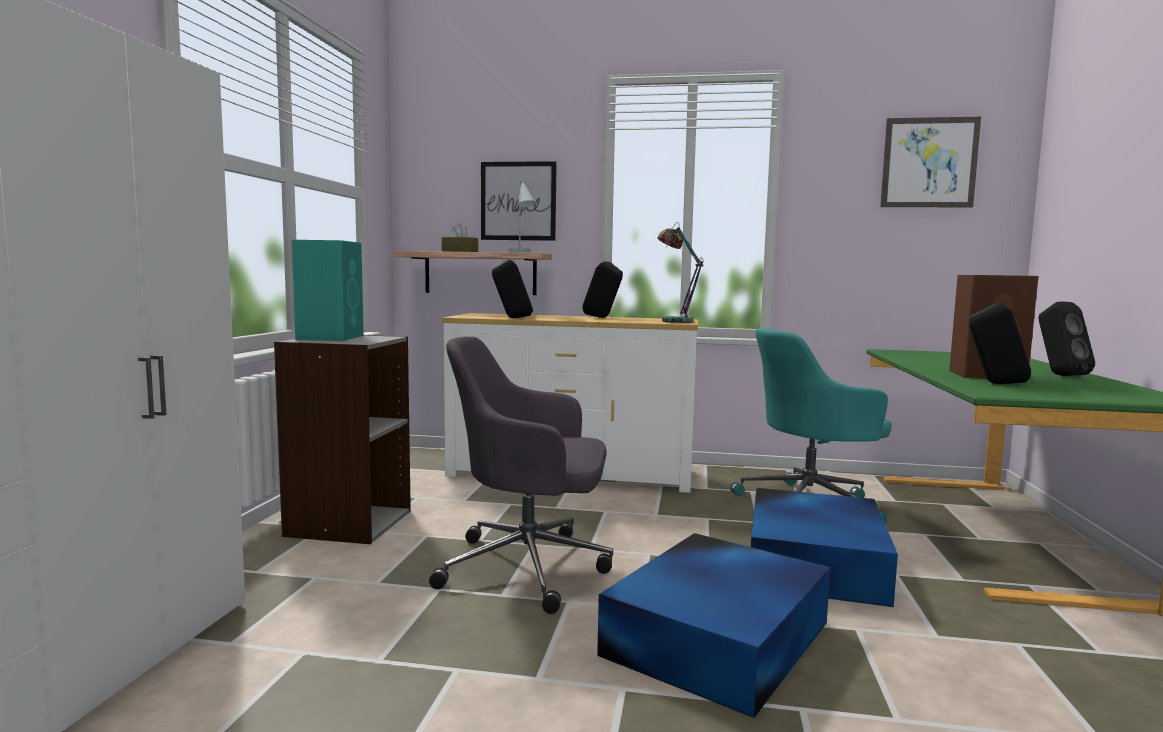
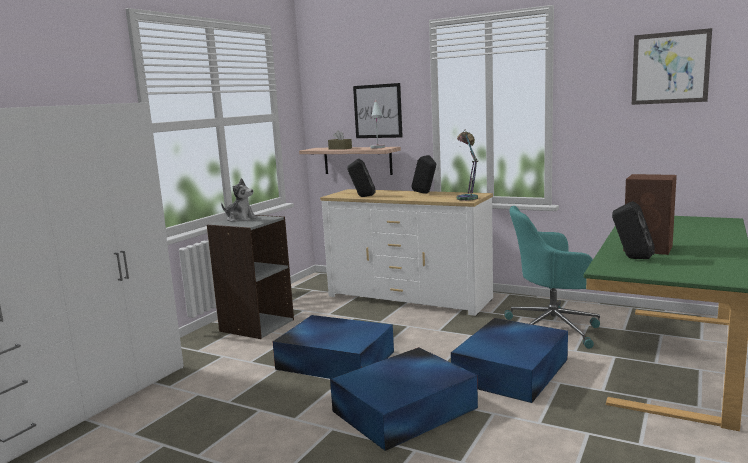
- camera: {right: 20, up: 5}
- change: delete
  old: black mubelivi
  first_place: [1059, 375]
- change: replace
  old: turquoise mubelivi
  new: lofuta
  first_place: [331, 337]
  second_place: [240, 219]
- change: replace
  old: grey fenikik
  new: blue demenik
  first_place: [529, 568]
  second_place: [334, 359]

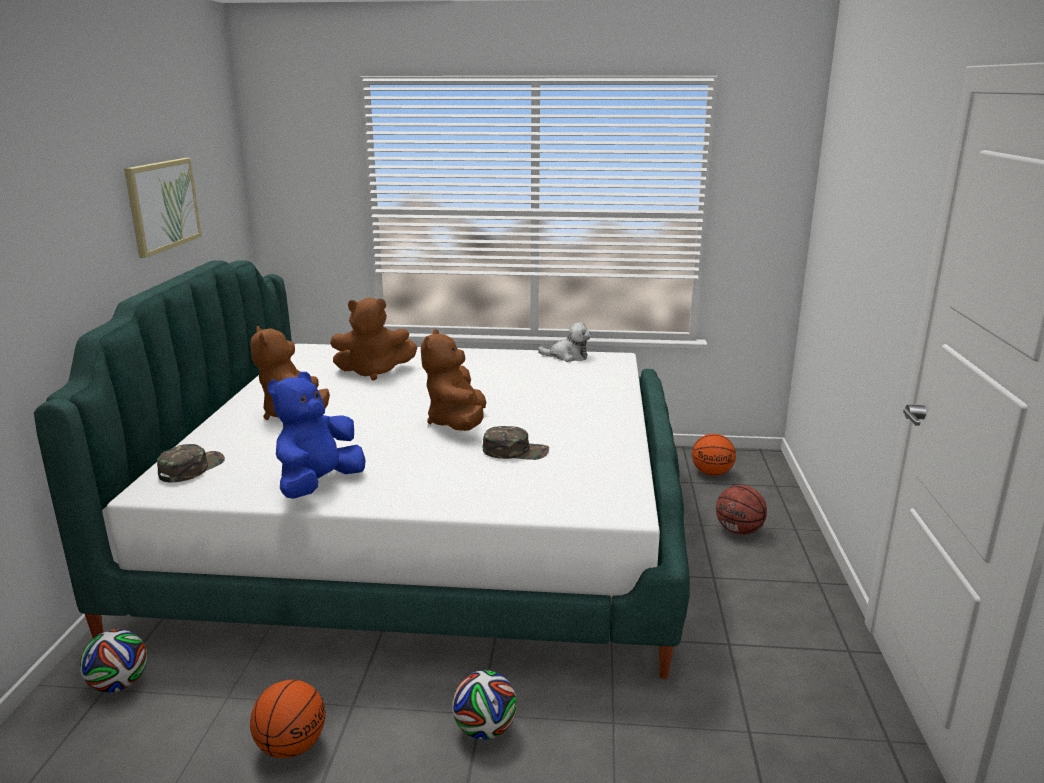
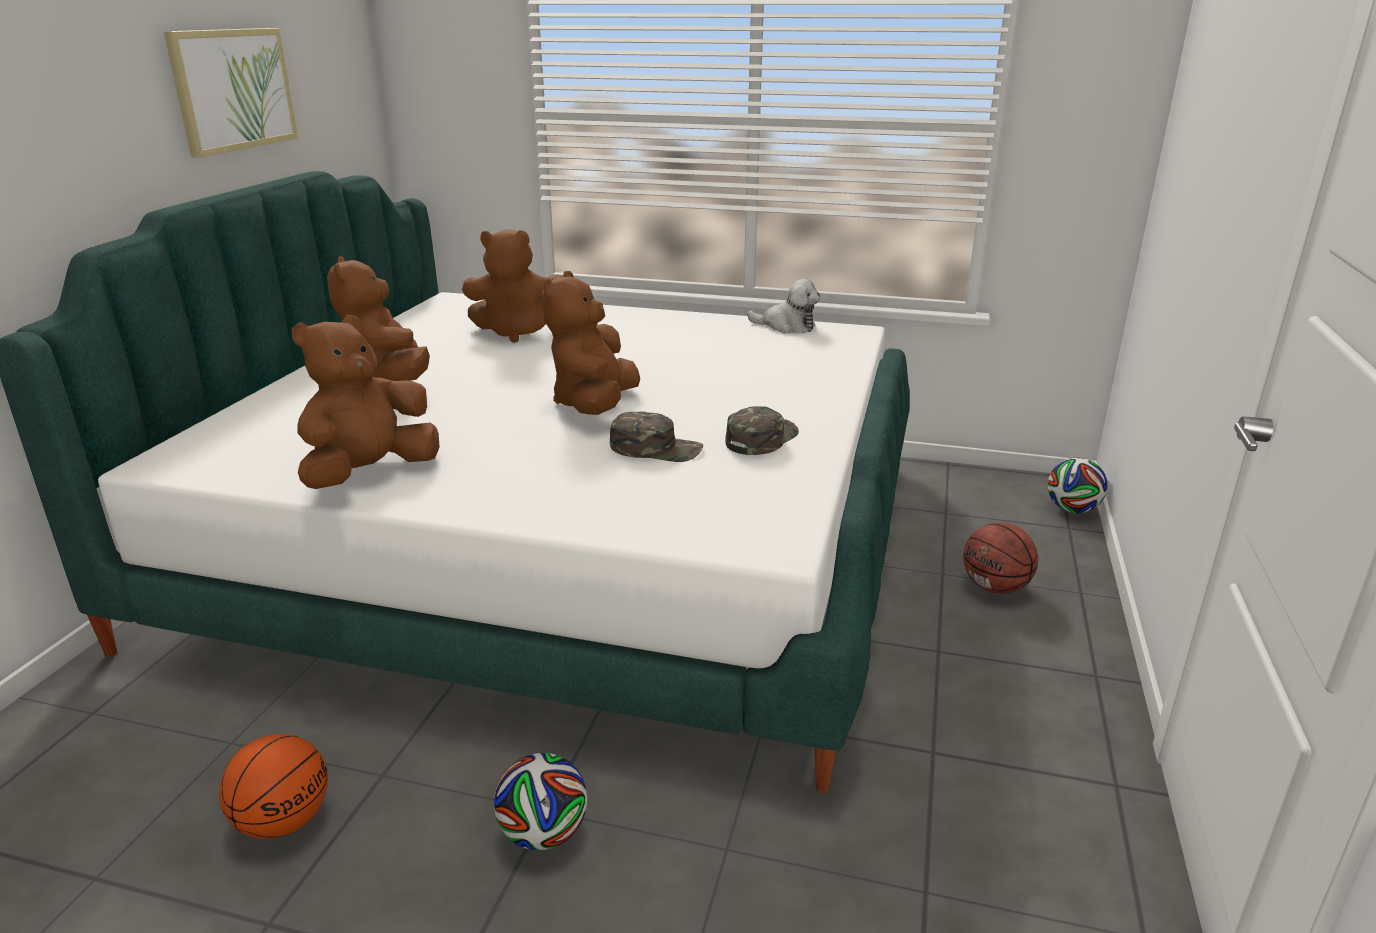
- camera: {right: 10, up: 5}
- change: delete
  old: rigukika
  first_place: [712, 473]
- change: move
  old: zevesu
  first_place: [119, 684]
  second_place: [1072, 509]
- change: move
  old: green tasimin
  first_place: [191, 468]
  second_place: [761, 438]
- change: recolor
  old: blue lofuta
  new: brown lofuta
  first_place: [318, 485]
  second_place: [370, 473]

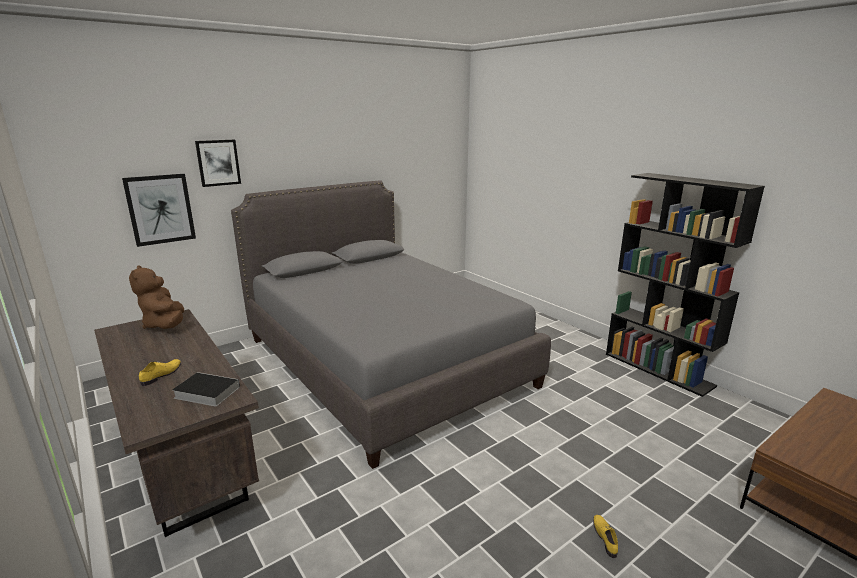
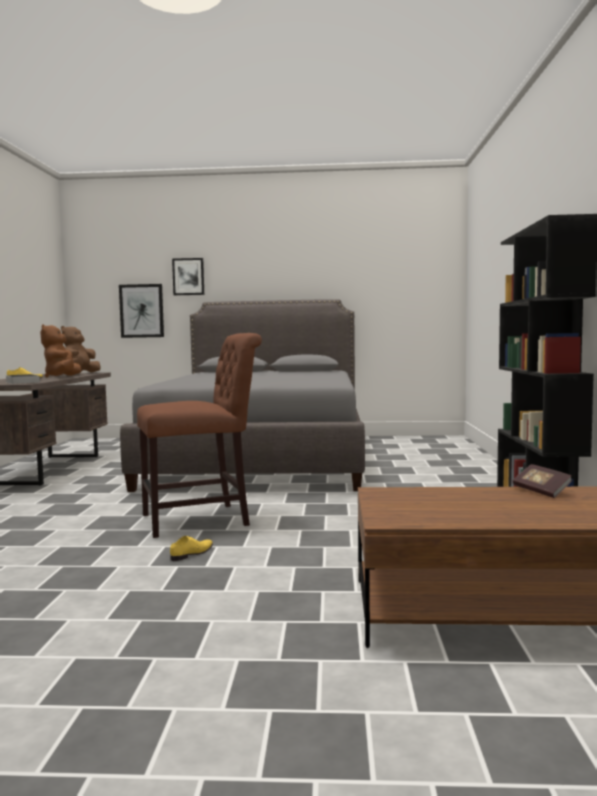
- camera: {right: 40, up: -15}
- change: insert
  new: brown lofuta
  second_place: [62, 377]
- change: insert
  new: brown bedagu
  second_place: [202, 519]
- change: insert
  new: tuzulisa
  second_place: [541, 491]

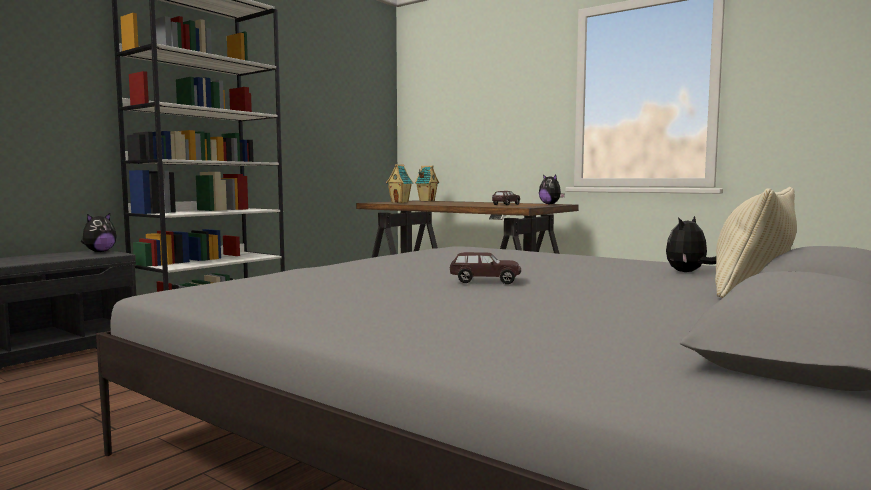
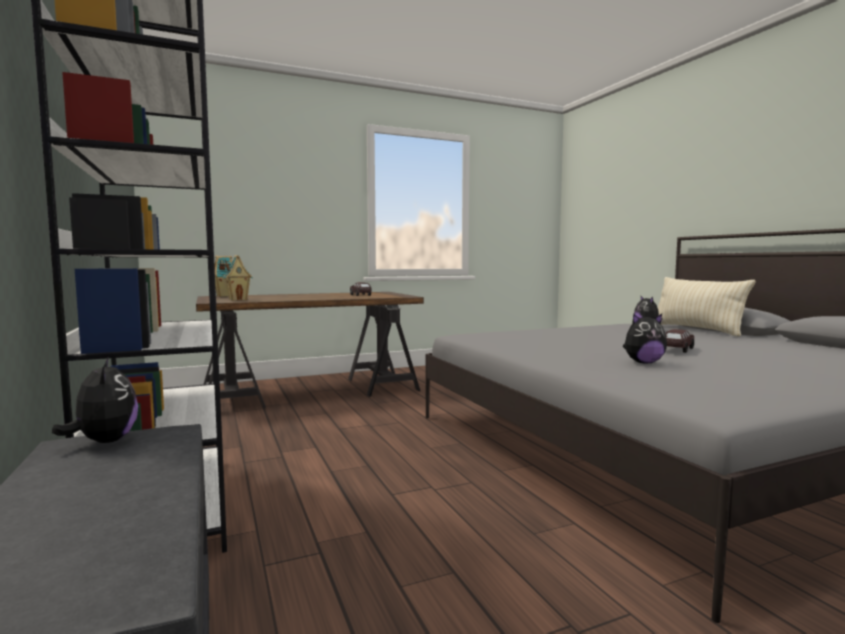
- camera: {right: -60, up: 0}
- change: move
  old: lofuta
  first_place: [550, 204]
  second_place: [643, 363]

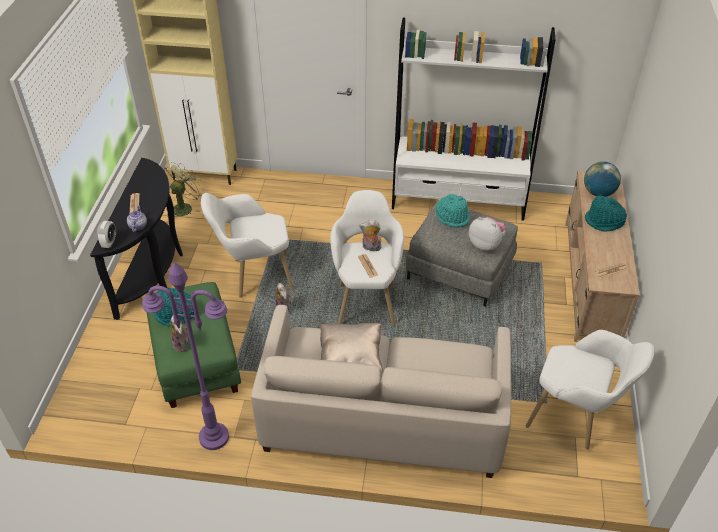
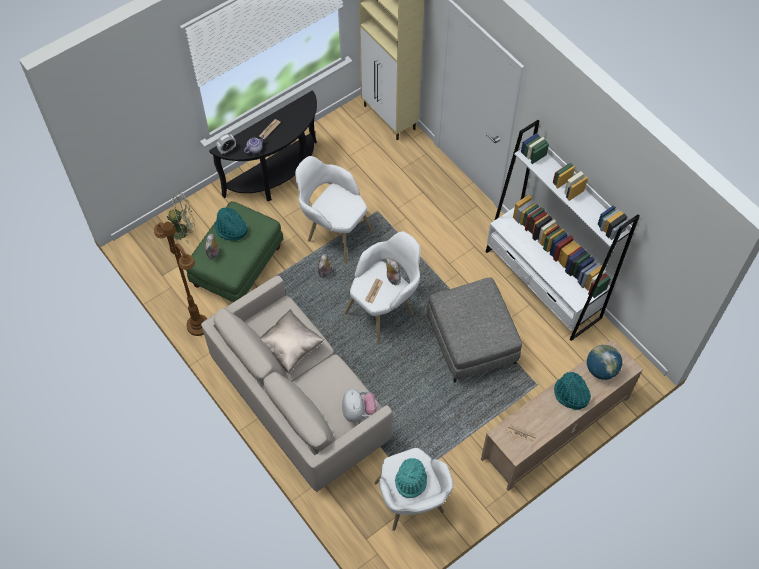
- camera: {right: 45, up: 15}
- change: move
  old: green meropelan
  first_place: [184, 207]
  second_place: [183, 230]
- change: move
  old: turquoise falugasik
  first_place: [452, 217]
  second_place: [411, 480]
- change: move
  old: lofuta
  first_place: [485, 244]
  second_place: [358, 412]
- change: recolor
  old: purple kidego
  new: brown kidego
  first_place: [213, 437]
  second_place: [198, 325]

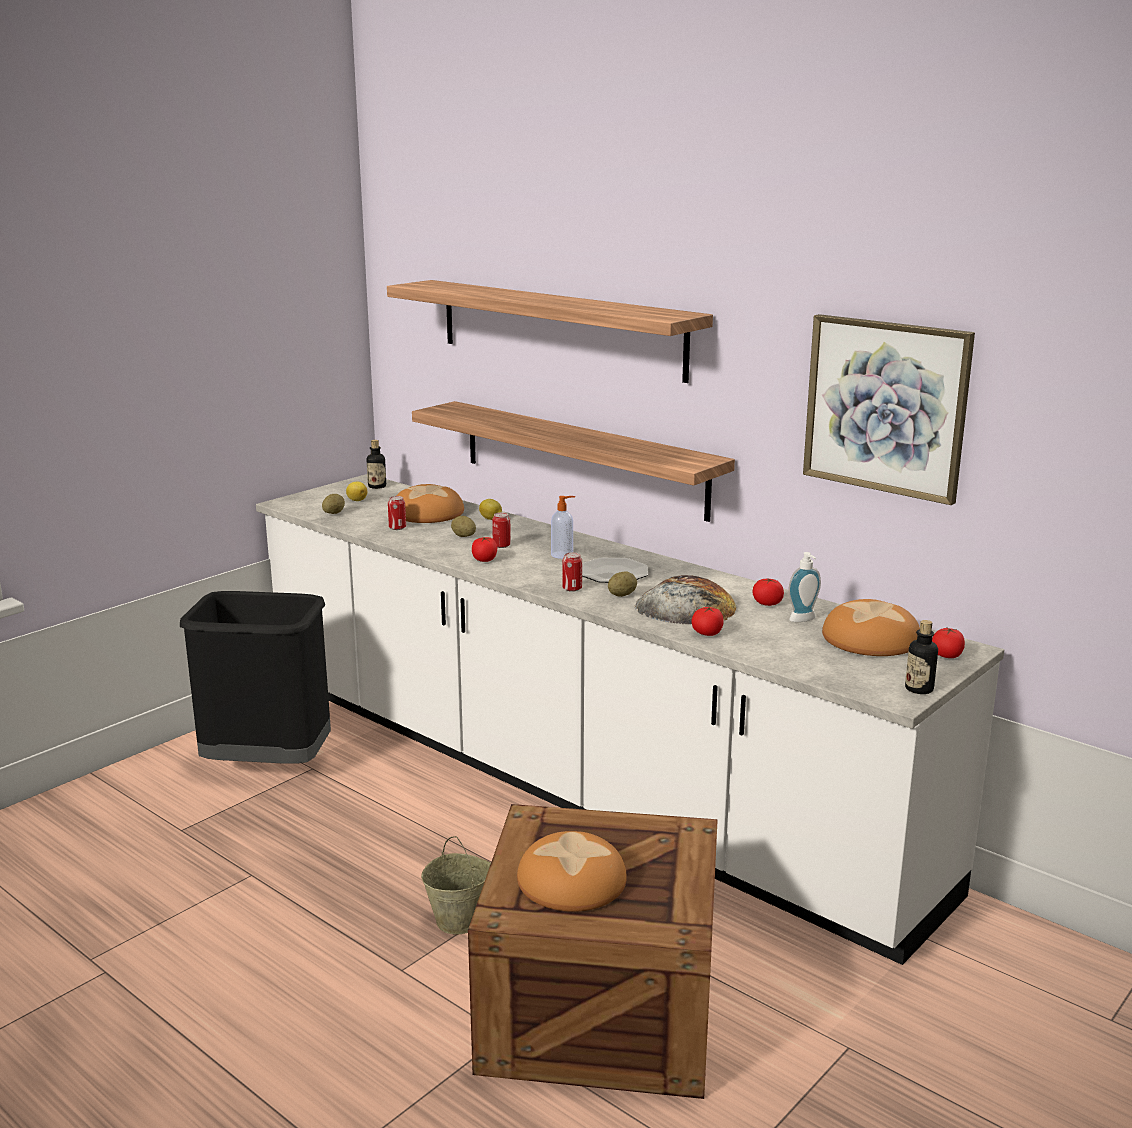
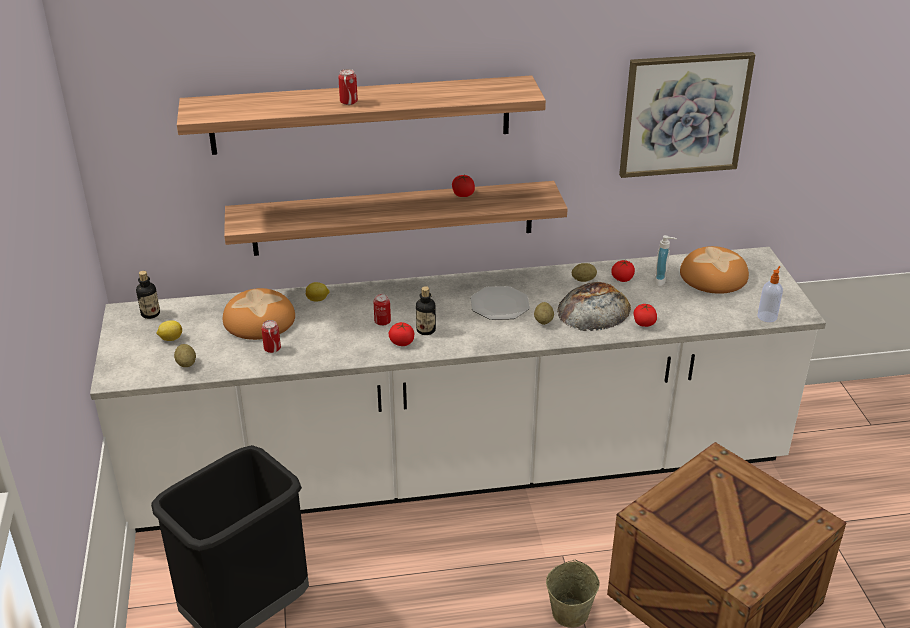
- camera: {right: -50, up: 15}
- change: delete
  old: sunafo
  first_place: [570, 881]
- change: move
  old: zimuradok
  first_place: [463, 536]
  second_place: [583, 280]
- change: move
  old: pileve
  first_place: [563, 555]
  second_place: [767, 316]
- change: move
  old: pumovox
  first_place: [572, 588]
  second_place: [348, 102]
- change: move
  old: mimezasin
  first_place: [919, 689]
  second_place: [426, 330]
- change: move
  old: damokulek
  first_place: [946, 655]
  second_place: [463, 195]

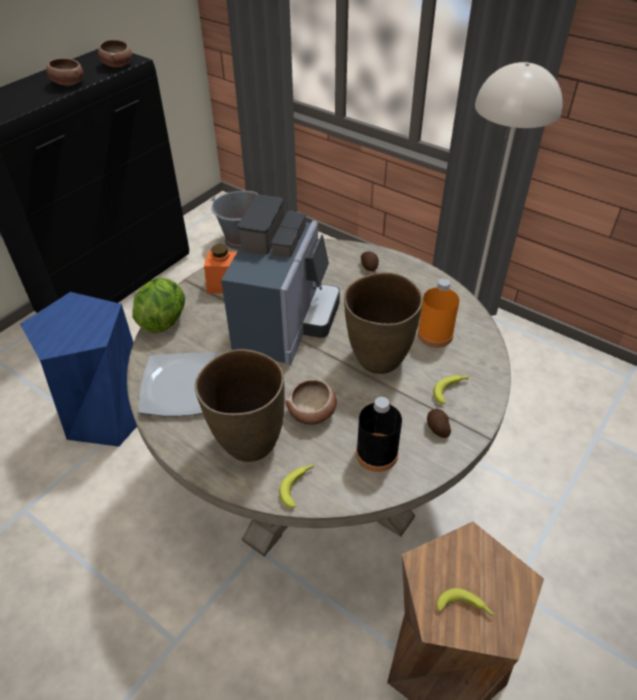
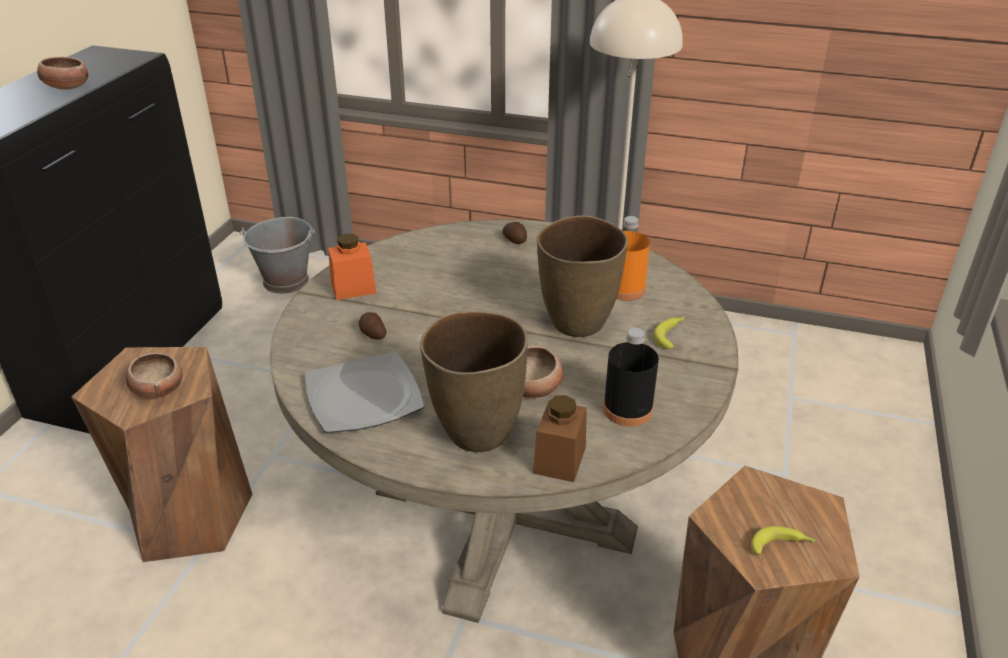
- camera: {right: -20, up: -10}
- change: delete
  old: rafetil
  first_place: [164, 320]
- change: delete
  old: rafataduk
  first_place: [285, 324]
- change: move
  old: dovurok
  first_place: [117, 65]
  second_place: [158, 389]
- change: move
  old: zimuradok
  first_place: [437, 428]
  second_place: [372, 334]
- change: replace
  old: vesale
  new: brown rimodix
  first_place: [298, 486]
  second_place: [559, 460]
- change: recolor
  old: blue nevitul
  new: brown nevitul
  first_place: [107, 414]
  second_place: [189, 517]

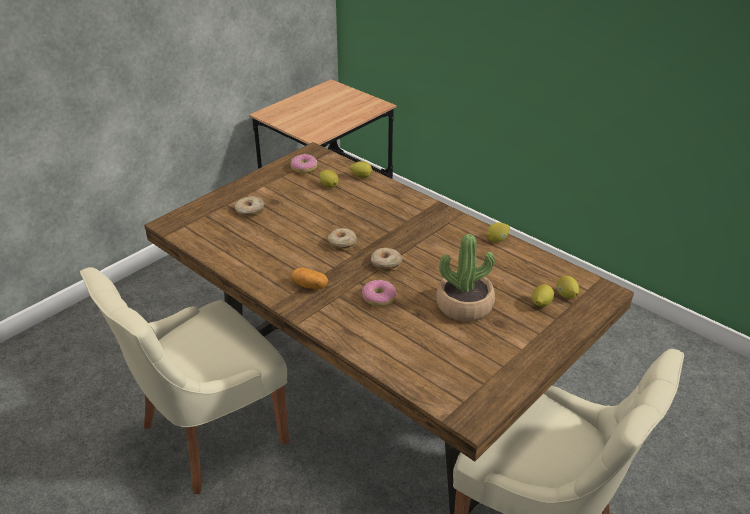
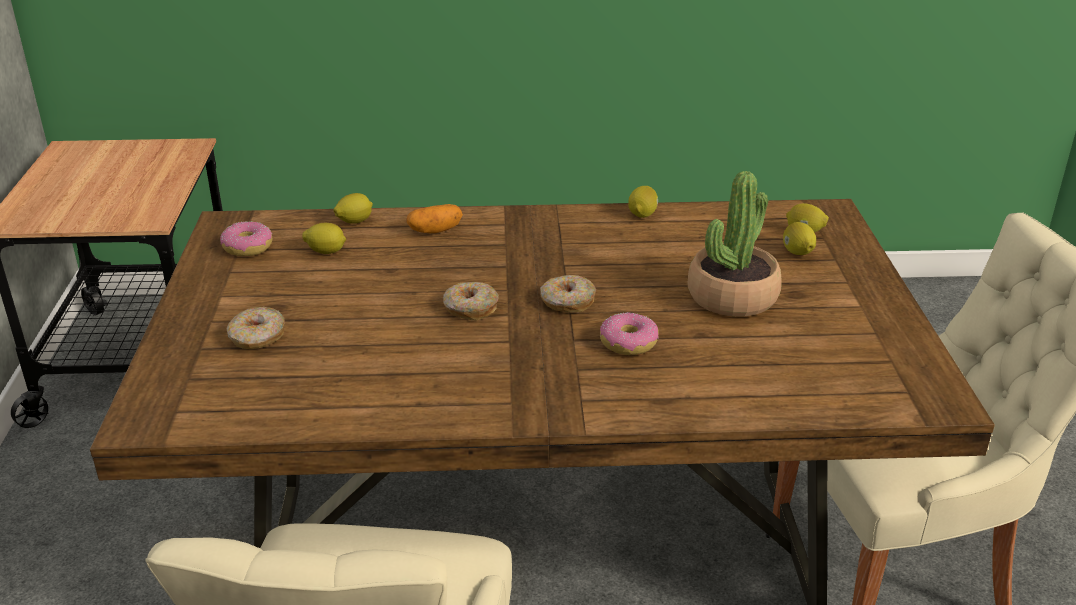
- camera: {right: -45, up: -5}
- change: move
  old: zimuradok
  first_place: [310, 285]
  second_place: [435, 230]

